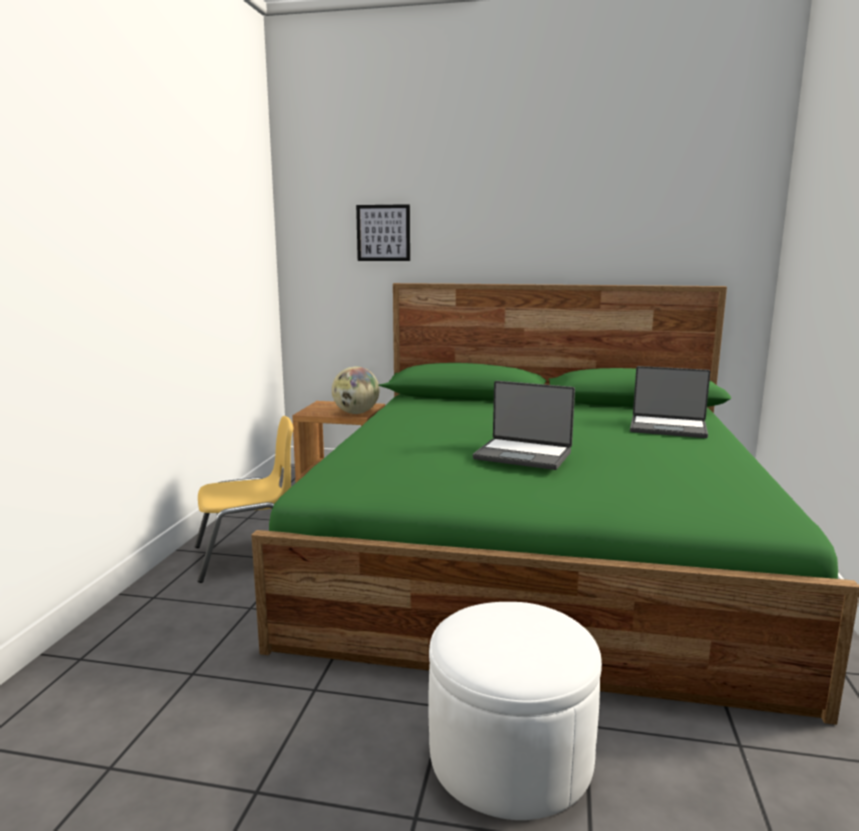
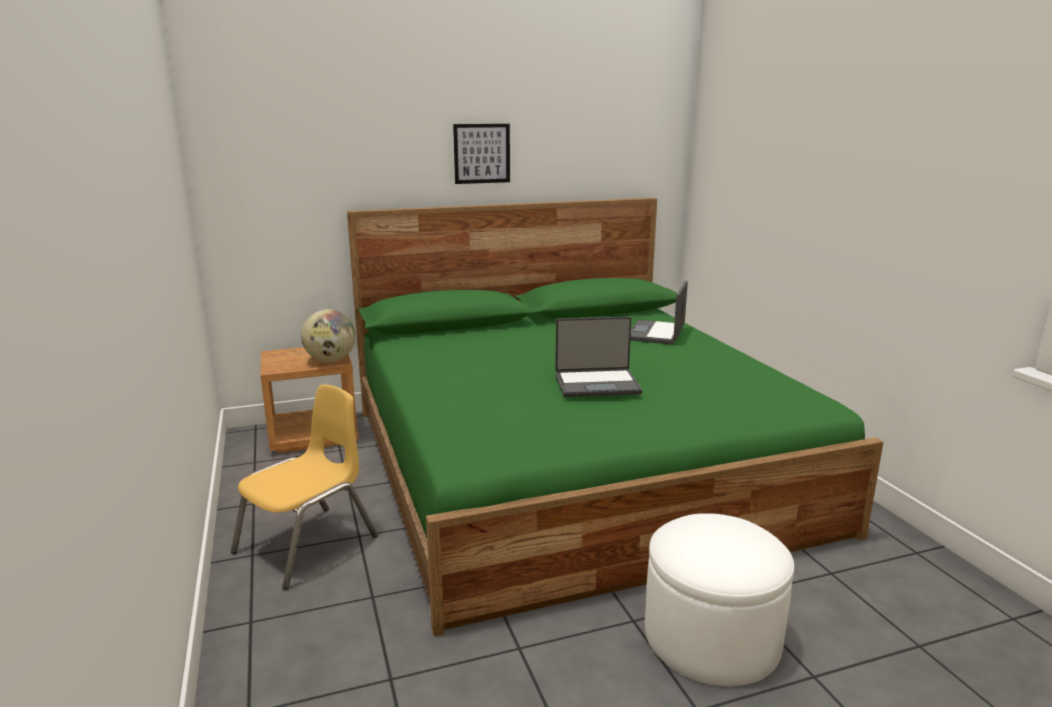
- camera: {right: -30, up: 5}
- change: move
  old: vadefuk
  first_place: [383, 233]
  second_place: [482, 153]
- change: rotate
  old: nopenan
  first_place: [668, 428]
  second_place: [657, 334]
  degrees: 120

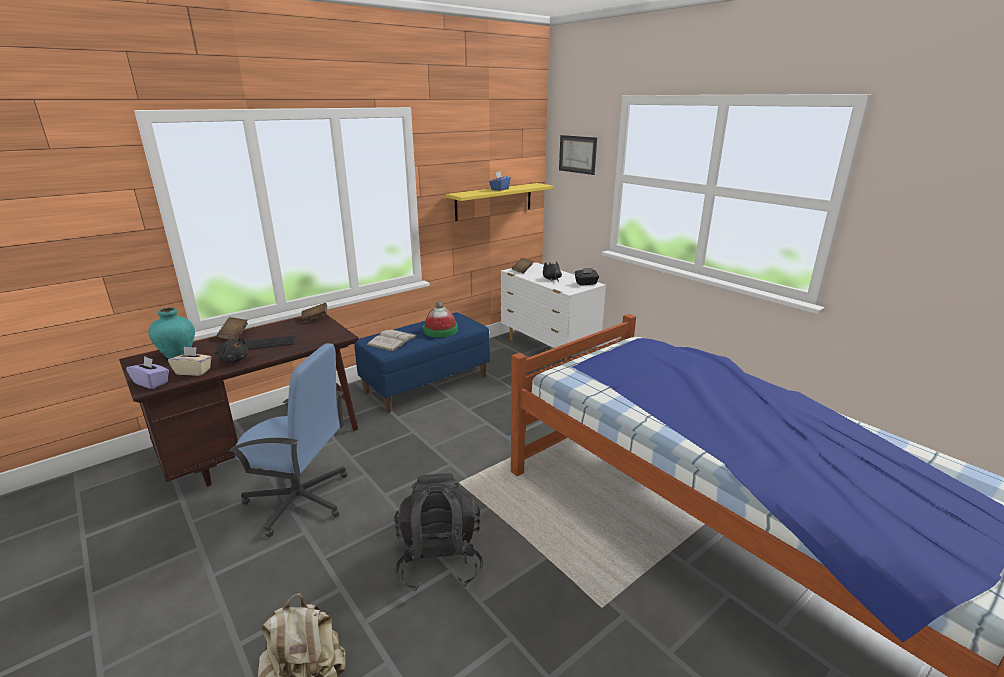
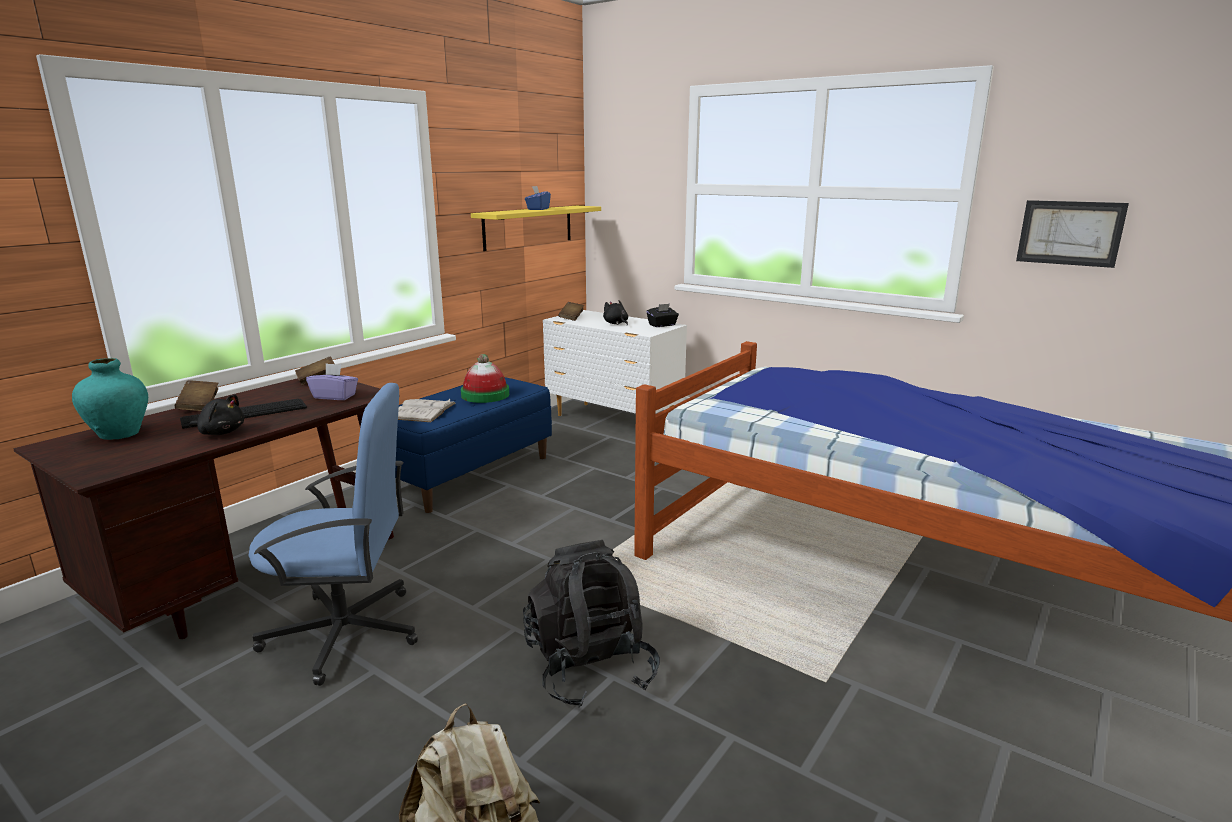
- camera: {right: -15, up: -5}
- change: delete
  old: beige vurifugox
  first_place: [193, 371]
- change: move
  old: purple vurifugox
  first_place: [152, 383]
  second_place: [335, 396]
- change: move
  old: vadefuk
  first_place: [577, 154]
  second_place: [1070, 233]

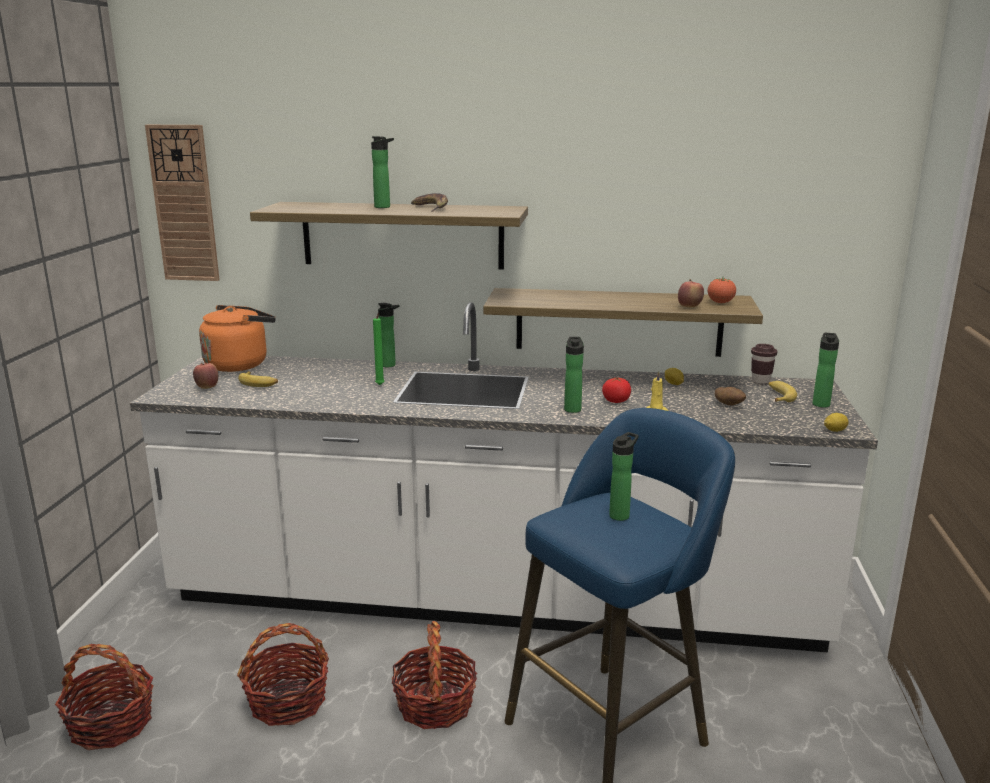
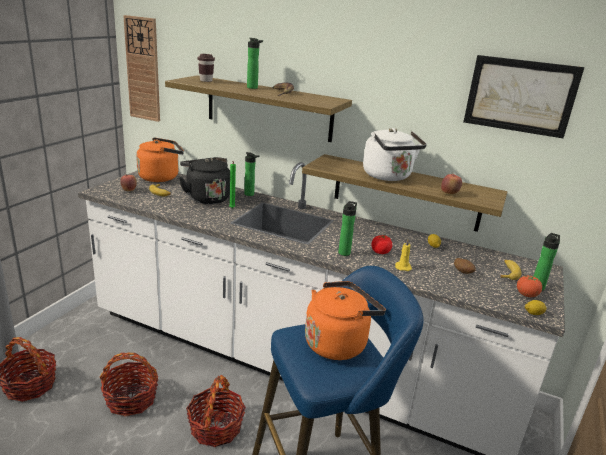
- camera: {right: 15, up: 5}
- change: insert
  new: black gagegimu
  second_place: [206, 197]
- change: insert
  new: white gagegimu
  second_place: [389, 177]
- change: insert
  new: vadefuk
  second_place: [520, 96]
- change: move
  old: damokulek
  first_place: [720, 303]
  second_place: [526, 295]
- change: move
  old: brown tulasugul
  first_place: [760, 381]
  second_place: [206, 81]
- change: replace
  old: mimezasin
  new: orange gagegimu
  first_place: [621, 515]
  second_place: [338, 343]

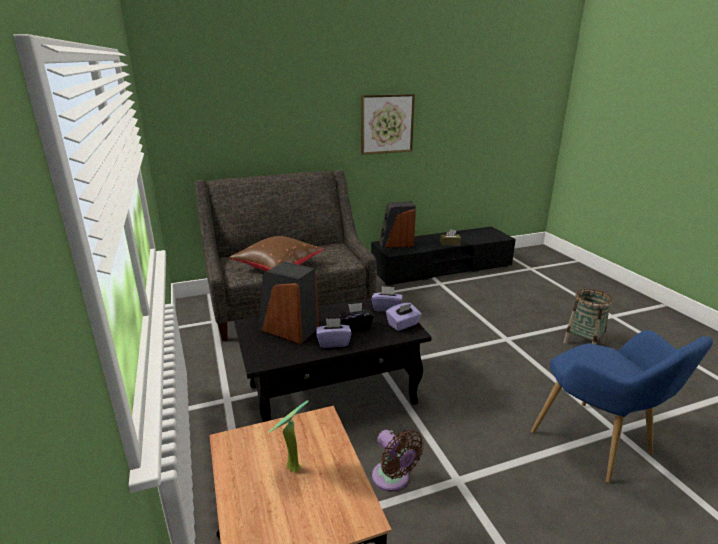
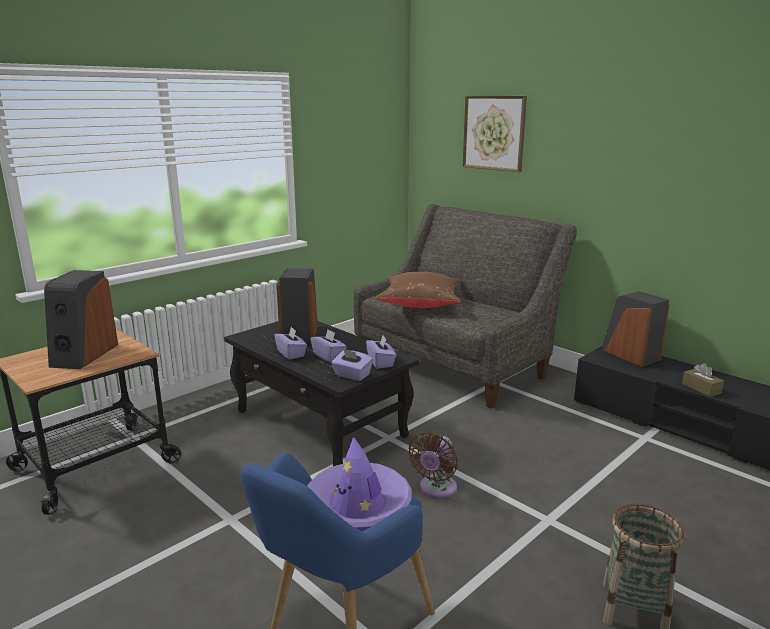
- camera: {right: 65, up: -5}
- change: insert
  new: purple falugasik
  second_place: [358, 505]
- change: move
  old: vadefuk
  first_place: [387, 124]
  second_place: [494, 133]
- change: move
  old: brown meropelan
  first_place: [393, 479]
  second_place: [436, 489]
- change: replace
  old: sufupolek
  new: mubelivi
  first_place: [290, 469]
  second_place: [84, 355]
- change: recolor
  old: black vurifugox
  new: purple vurifugox
  first_place: [355, 326]
  second_place: [329, 356]

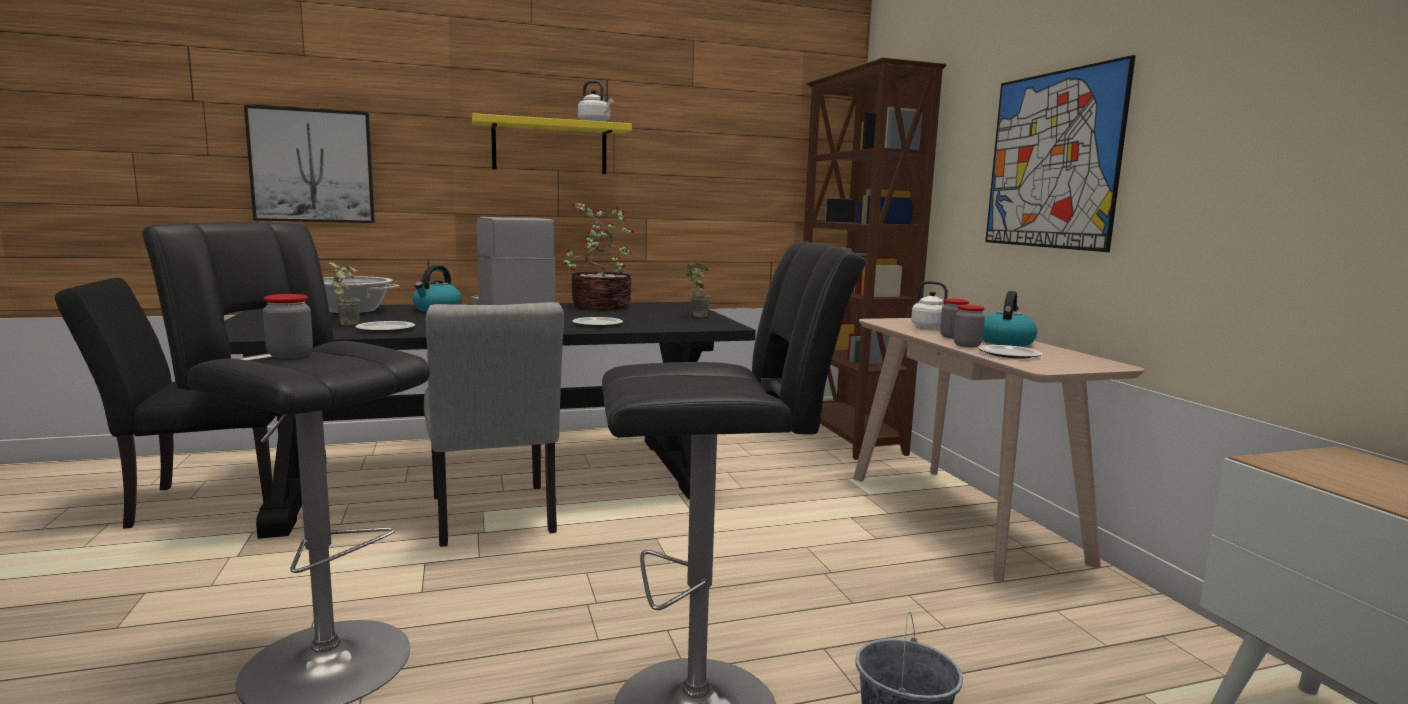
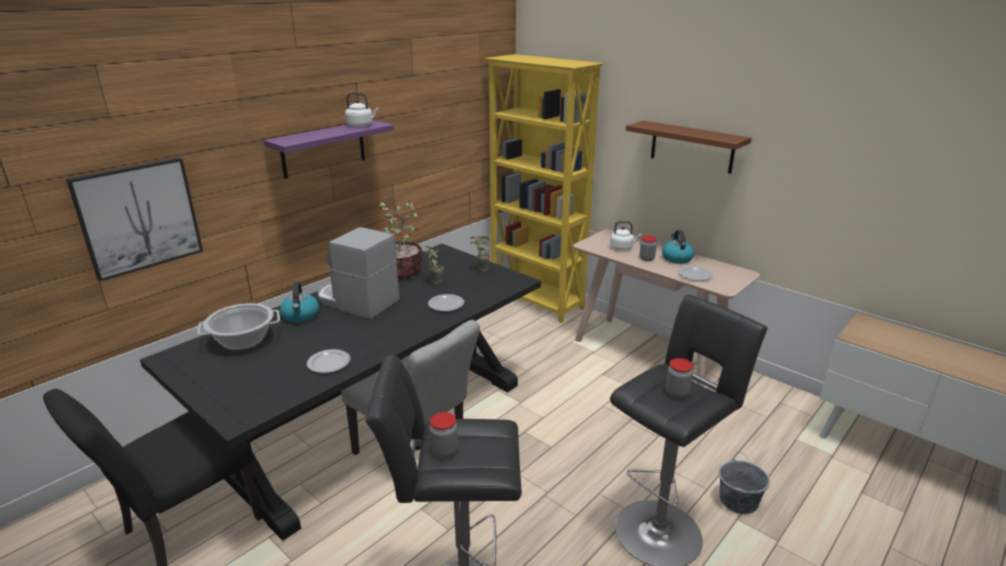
- camera: {right: -30, up: 15}
- change: move
  old: sufupolek
  first_place: [347, 323]
  second_place: [433, 281]
- change: move
  old: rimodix
  first_place: [967, 345]
  second_place: [677, 393]
- change: replace
  old: vadefuk
  new: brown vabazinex
  first_place: [1052, 160]
  second_place: [692, 147]
- change: recolor
  old: yellow vabazinex
  new: purple vabazinex
  first_place: [550, 147]
  second_place: [323, 149]
- change: recolor
  old: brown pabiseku
  new: yellow pabiseku
  first_place: [846, 436]
  second_place: [536, 302]

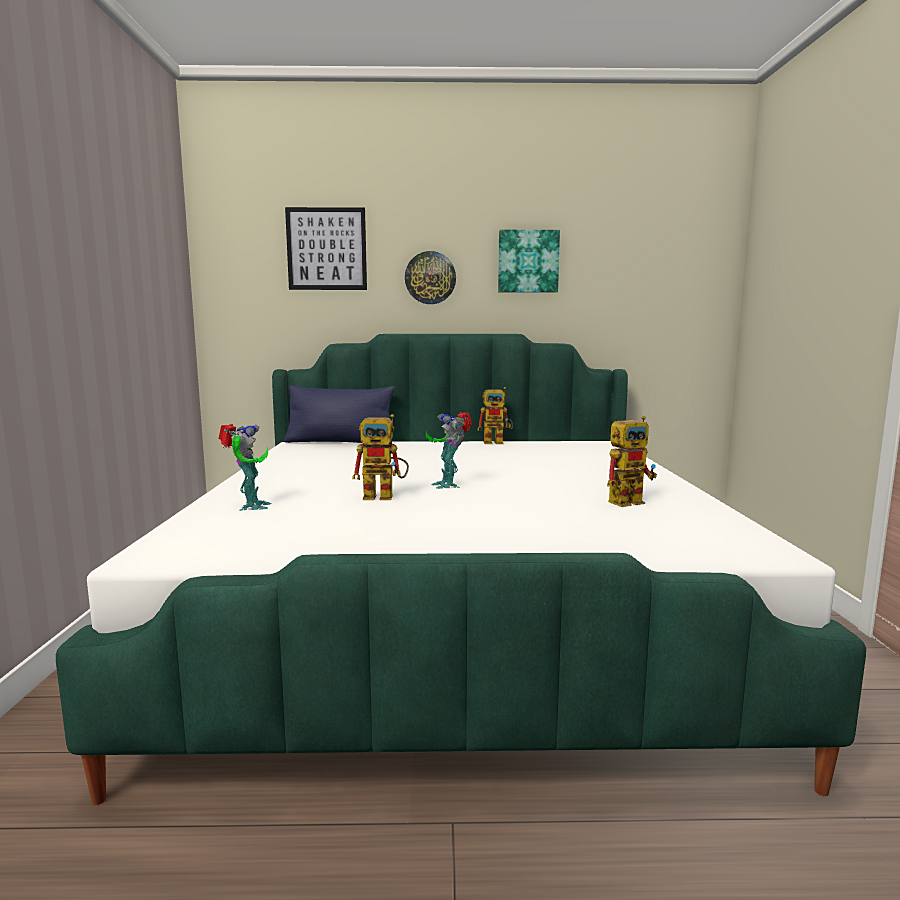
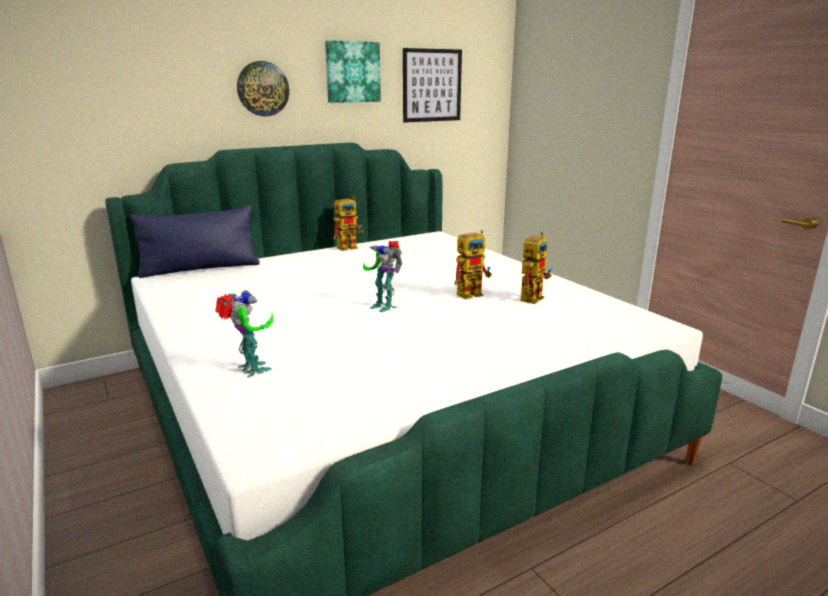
- camera: {right: -30, up: 10}
- change: move
  old: vadefuk
  first_place: [326, 249]
  second_place: [432, 85]
- change: move
  old: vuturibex
  first_place: [385, 496]
  second_place: [472, 293]

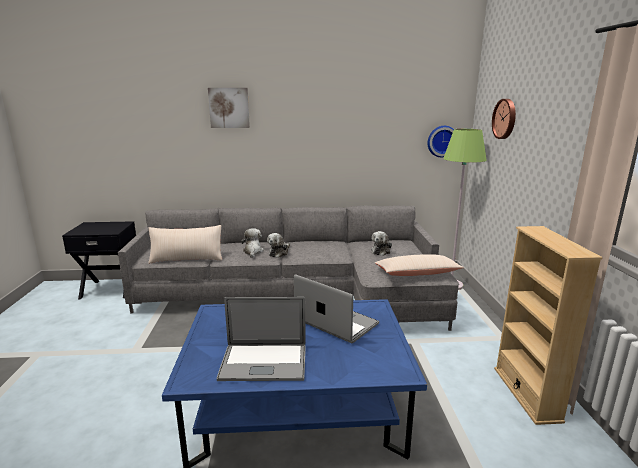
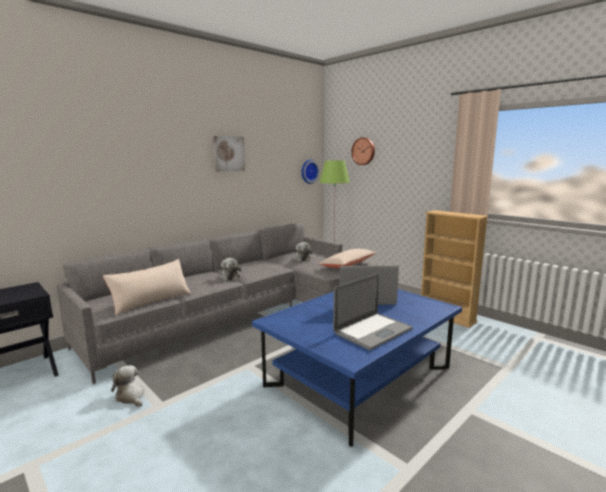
- camera: {right: -40, up: -5}
- change: move
  old: vadefuk
  first_place: [229, 108]
  second_place: [228, 153]
- change: move
  old: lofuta
  first_place: [253, 252]
  second_place: [131, 397]

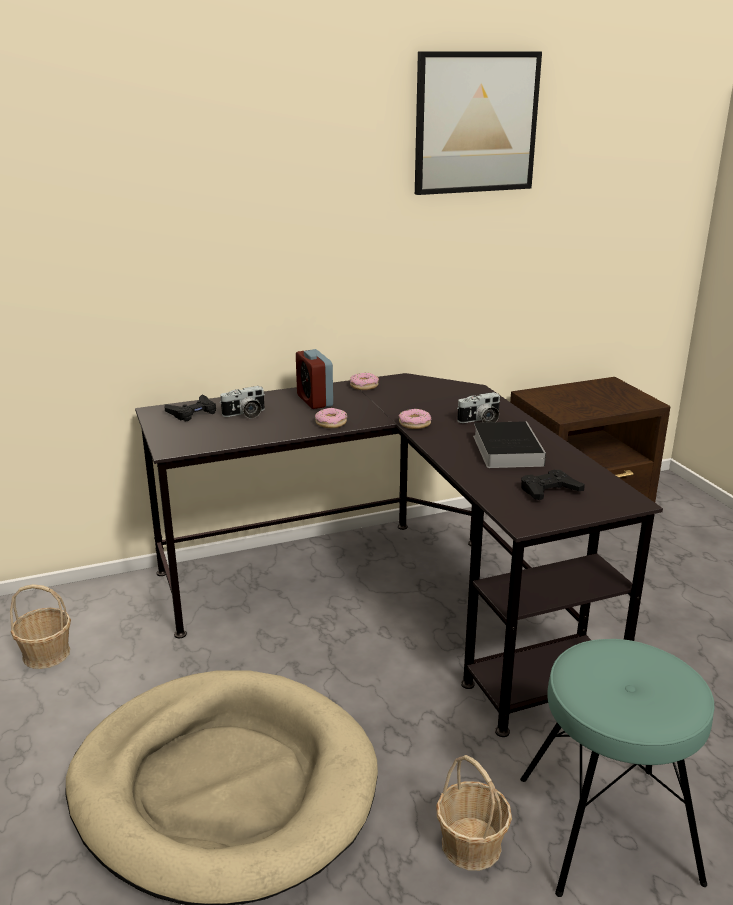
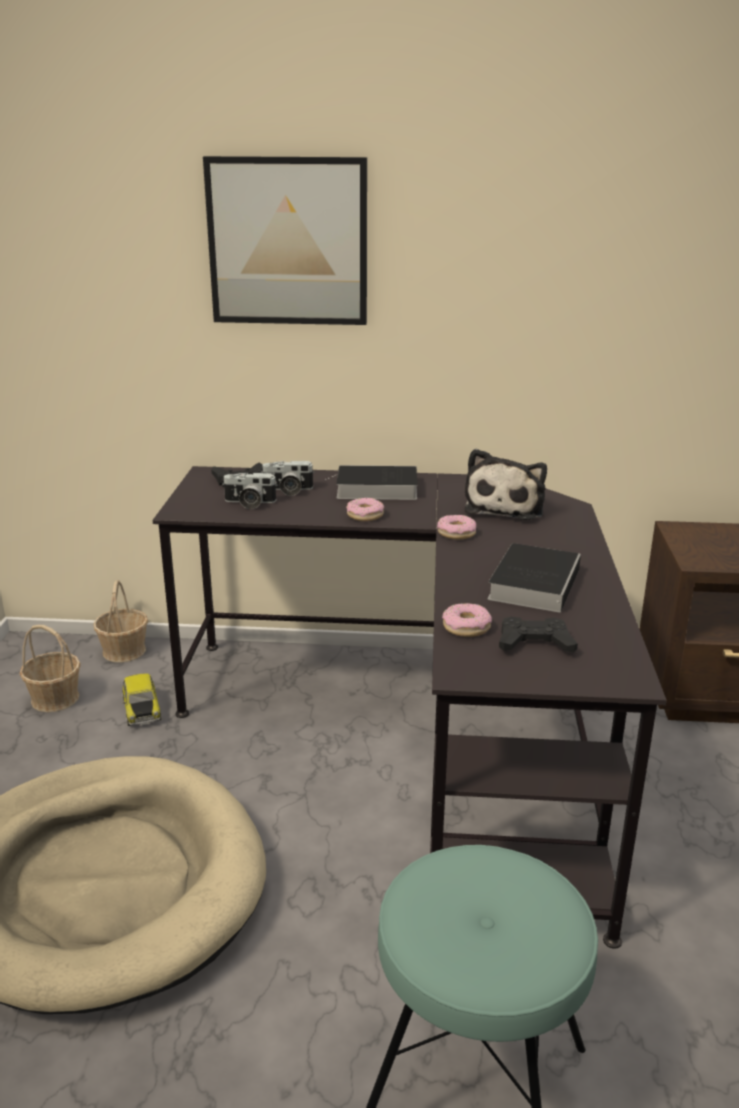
- camera: {right: 25, up: 0}
- change: insert
  new: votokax
  second_place: [141, 709]
- change: insert
  new: lofuta
  second_place: [506, 507]
- change: move
  old: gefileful
  first_place: [364, 386]
  second_place: [466, 627]
- change: move
  old: vadefuk
  first_place: [476, 123]
  second_place: [288, 242]
- change: move
  old: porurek
  first_place: [471, 844]
  second_place: [124, 651]
- change: move
  old: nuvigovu
  first_place: [480, 421]
  second_place: [249, 503]
- change: replace
  old: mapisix
  new: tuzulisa
  first_place: [314, 401]
  second_place: [374, 489]

